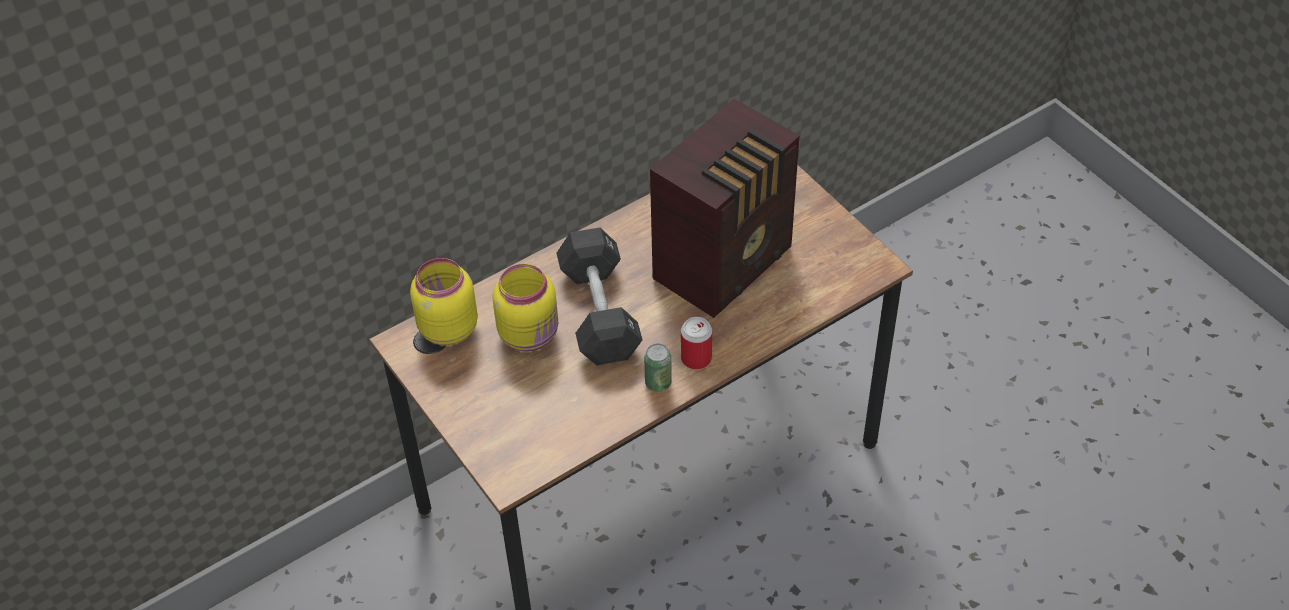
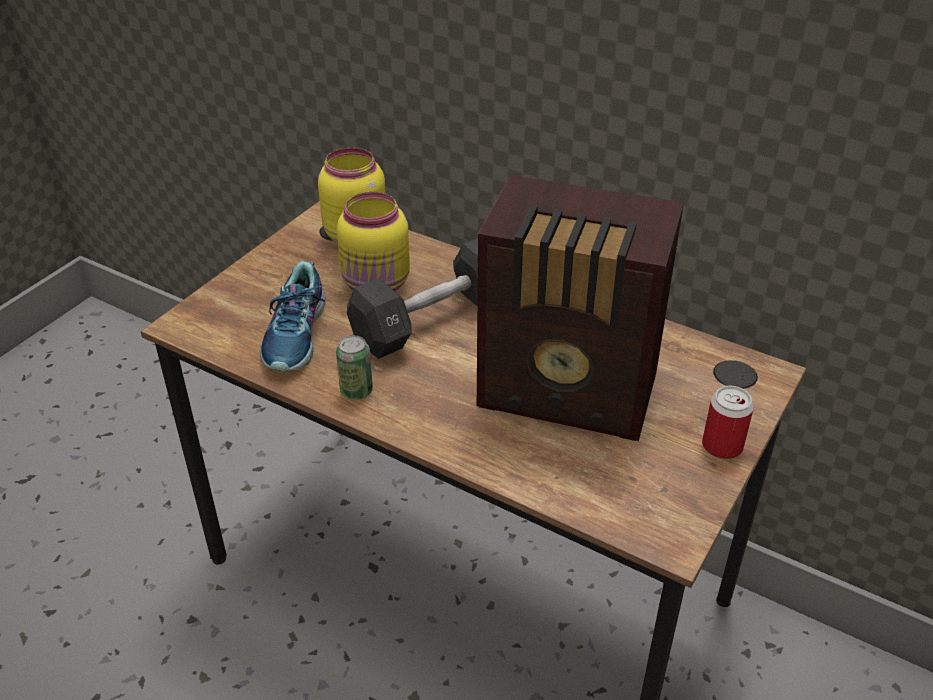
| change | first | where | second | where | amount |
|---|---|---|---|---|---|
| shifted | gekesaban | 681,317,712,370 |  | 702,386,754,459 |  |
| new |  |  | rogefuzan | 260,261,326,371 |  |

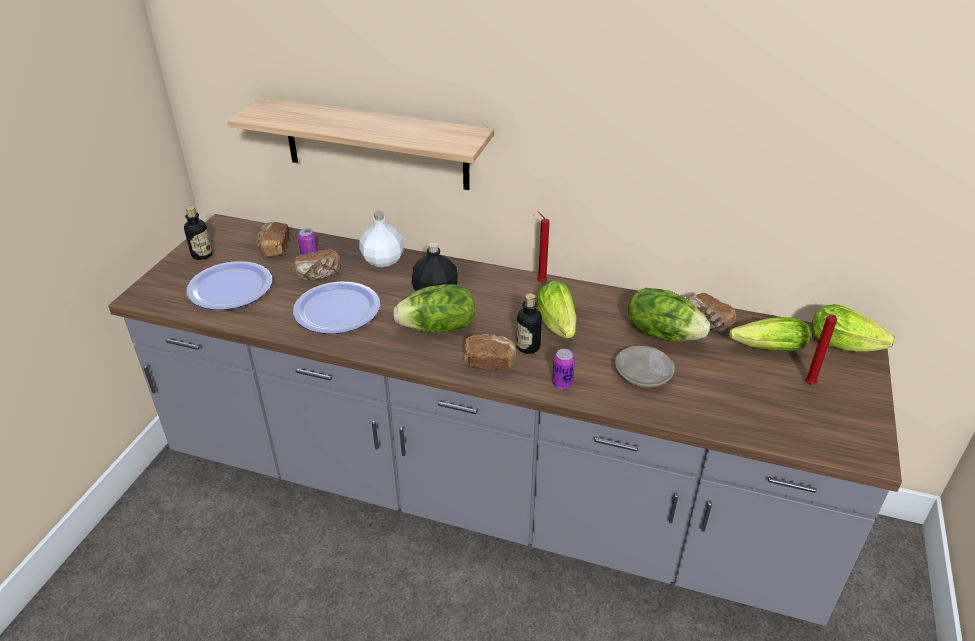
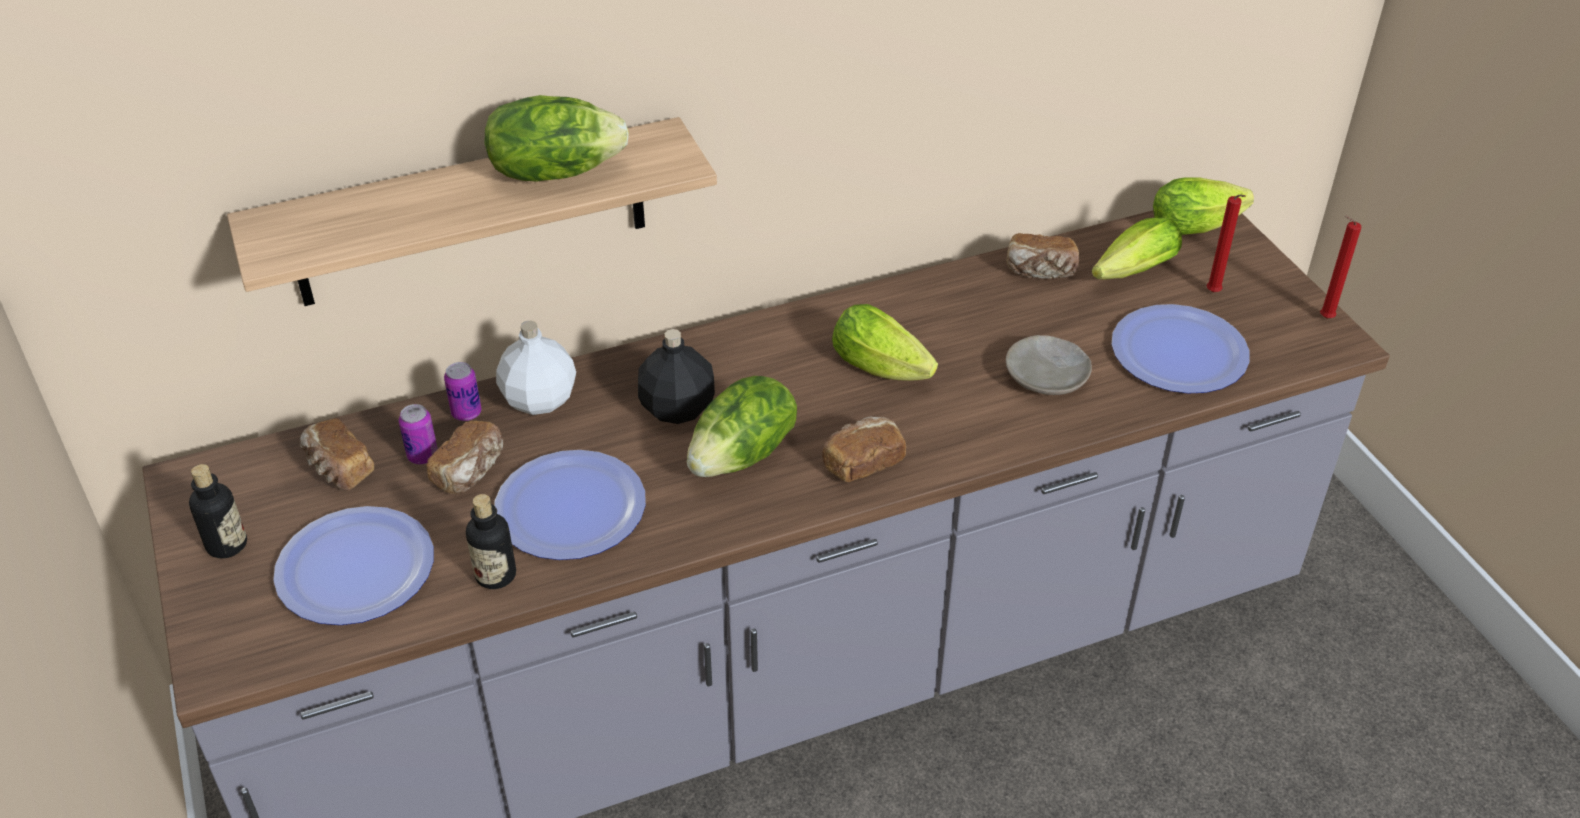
| change | first | where | second | where | amount |
|---|---|---|---|---|---|
| shifted | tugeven | 516,293,542,354 |  | 466,494,516,589 |  |
| shifted | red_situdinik | 537,211,550,282 |  | 1320,216,1361,318 |  |
| shifted | gekesaban | 552,349,575,389 |  | 444,362,481,421 |  |
| shifted | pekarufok | 628,288,710,341 |  | 484,95,629,181 |  |
| new |  |  | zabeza | 1111,304,1250,393 |  |

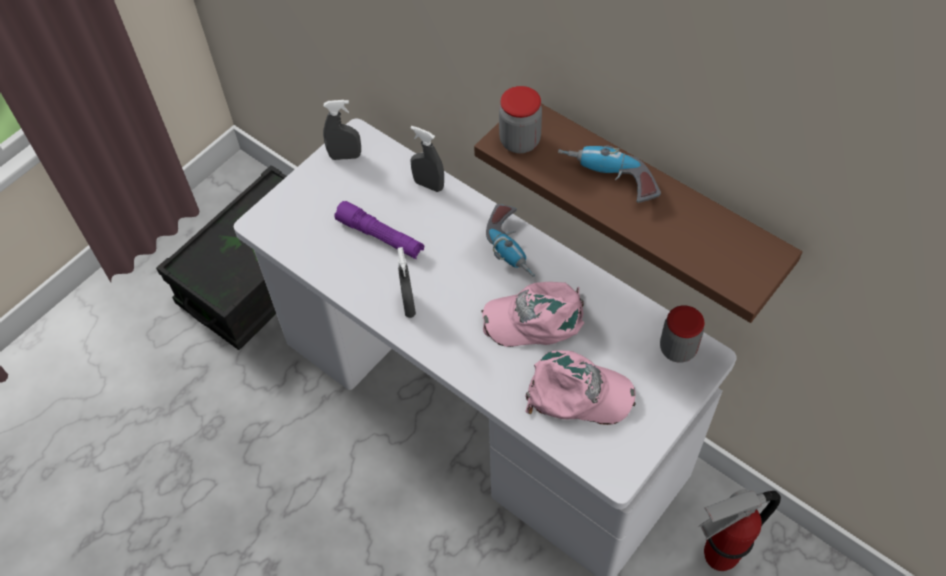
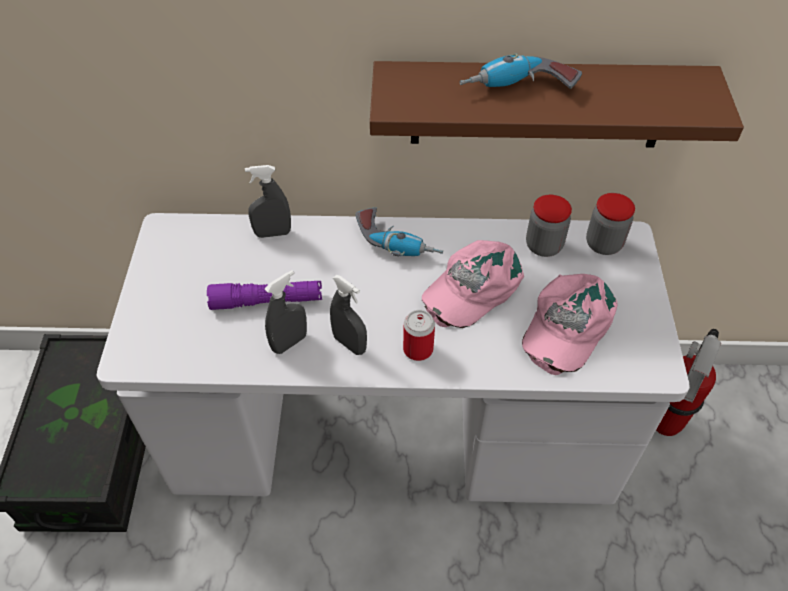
| change | first | where | second | where | amount |
|---|---|---|---|---|---|
| shifted | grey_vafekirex | 323,100,361,160 |  | 265,270,307,354 |  |
| shifted | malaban | 499,86,542,153 |  | 526,195,572,257 |  |
| rotated | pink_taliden | 525,350,636,425 |  | 522,274,618,375 | 150 degrees clockwise |
| new |  |  | gekesaban | 403,310,435,361 |  |

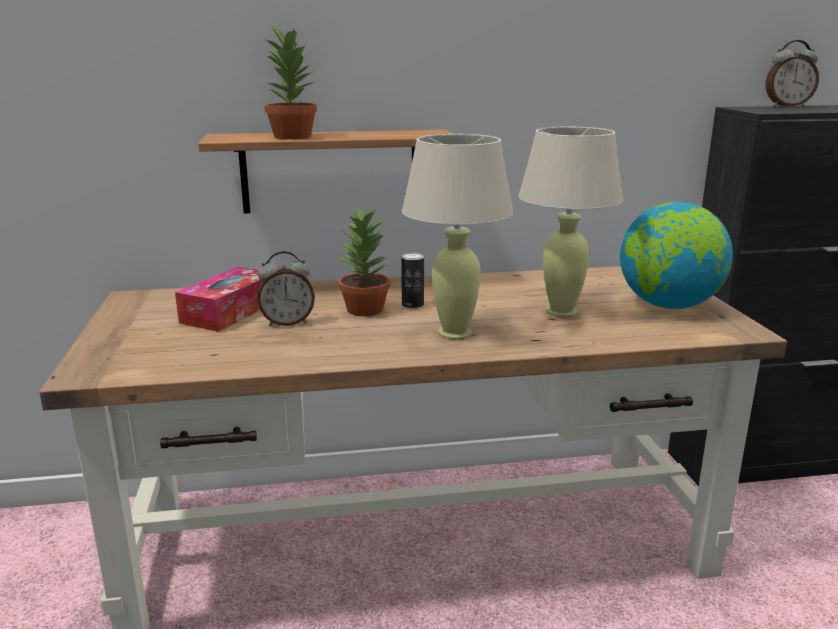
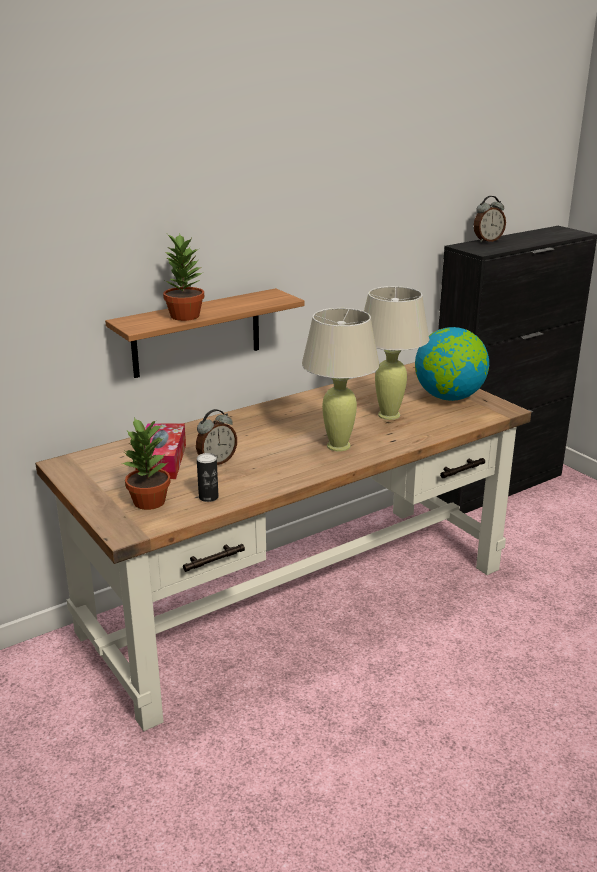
| change | first | where | second | where | amount |
|---|---|---|---|---|---|
| shifted | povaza | 338,207,390,316 |  | 122,418,170,510 |  |
| shifted | gekesaban | 401,252,424,308 |  | 197,453,218,502 |  |

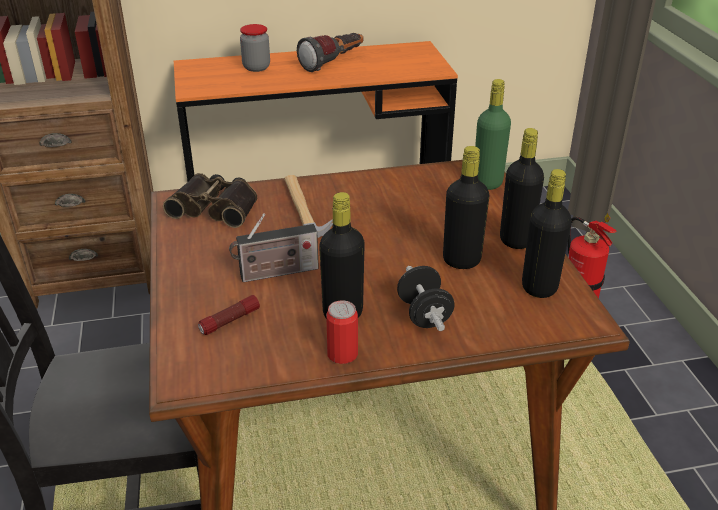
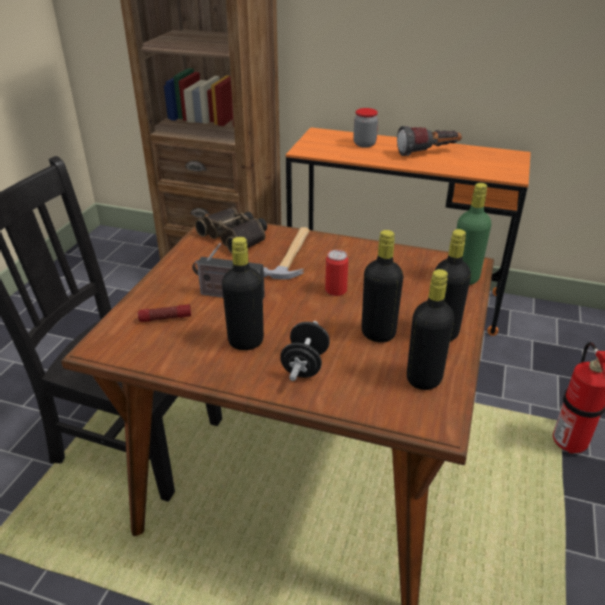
| change | first | where | second | where | amount |
|---|---|---|---|---|---|
| shifted | gekesaban | 326,300,358,364 |  | 325,250,348,296 |  |

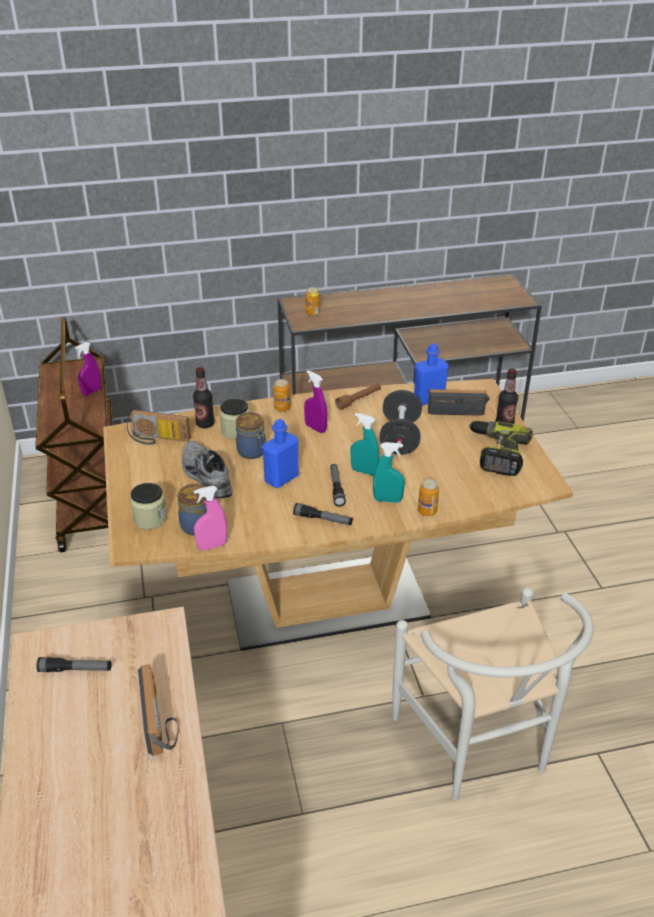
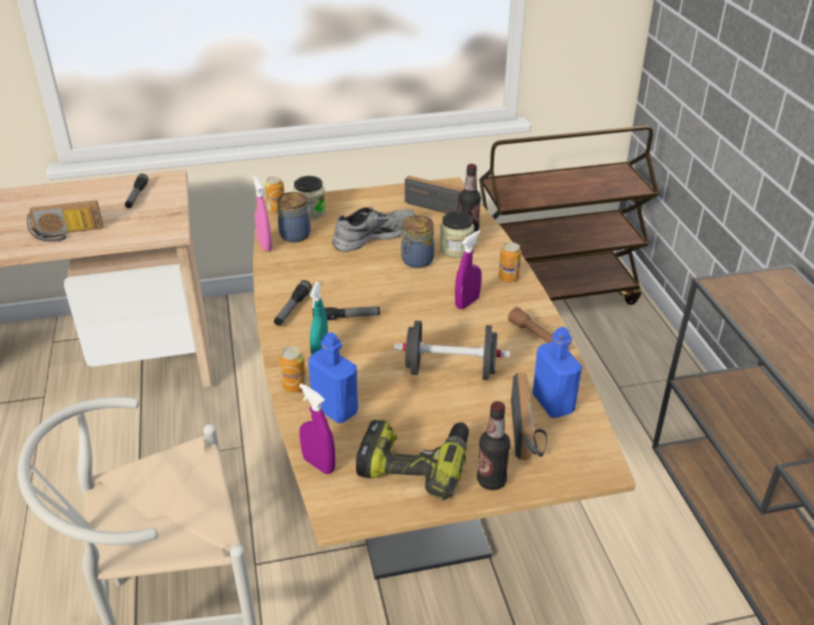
| change | first | where | second | where | amount |
|---|---|---|---|---|---|
| shifted | purple_vafekirex | 75,342,101,395 |  | 299,384,336,474 |  |
| rotated | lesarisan | 127,410,191,445 |  | 405,176,463,214 | 105 degrees clockwise |
| shifted | blue_tugeven | 262,419,299,488 |  | 308,332,358,423 |  |
| shifted | gekesaban | 306,287,320,316 |  | 265,176,285,213 |  |
| gone | turquoise_vafekirex | 350,413,379,476 |  |  |  |

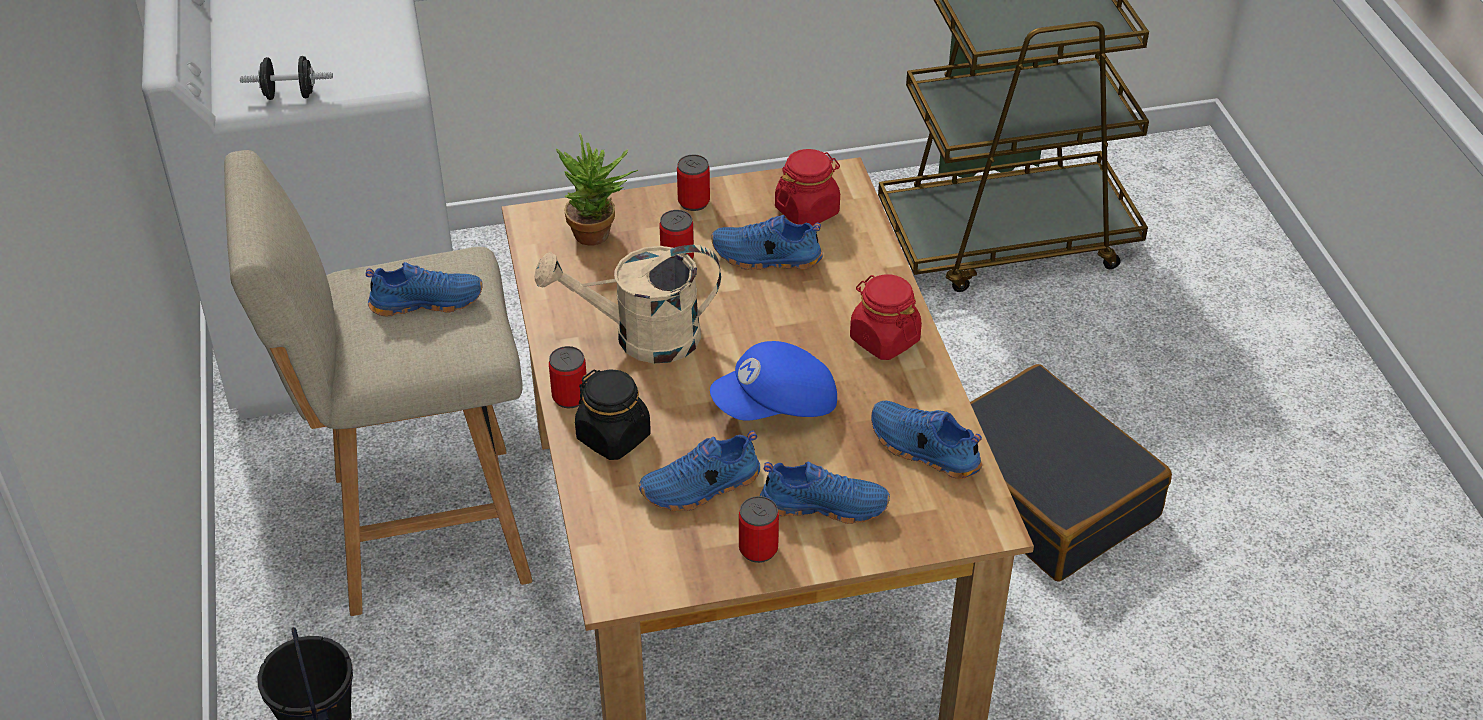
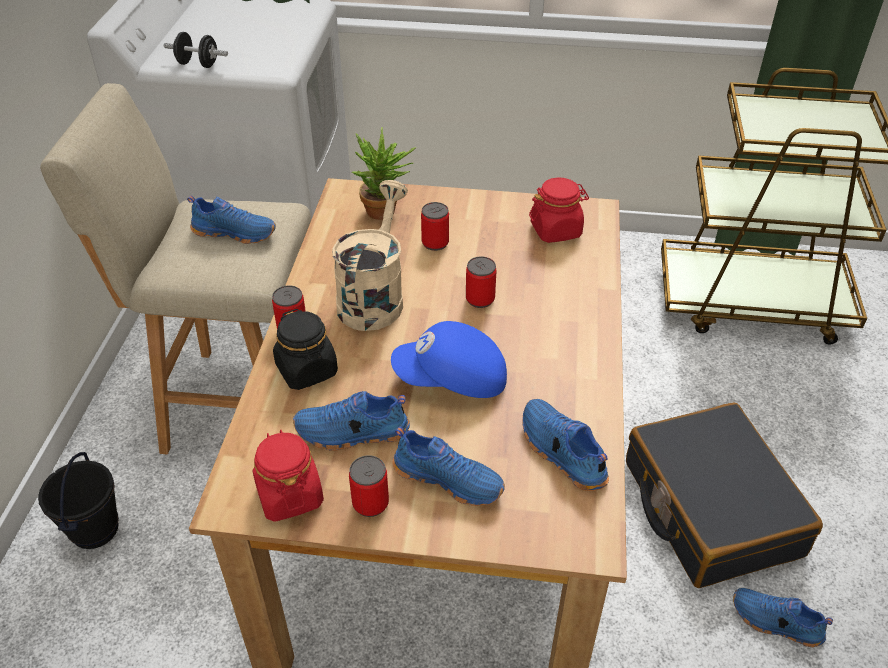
| change | first | where | second | where | amount |
|---|---|---|---|---|---|
| rotated | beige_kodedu | 535,245,721,363 |  | 332,180,408,331 | 90 degrees clockwise |
| shifted | gekesaban | 677,154,710,211 |  | 466,256,497,308 |  |
| shifted | blue_rogefuzan | 711,215,823,270 |  | 733,588,833,647 |  |
| shifted | red_malaban | 850,275,922,360 |  | 252,429,324,522 |  |

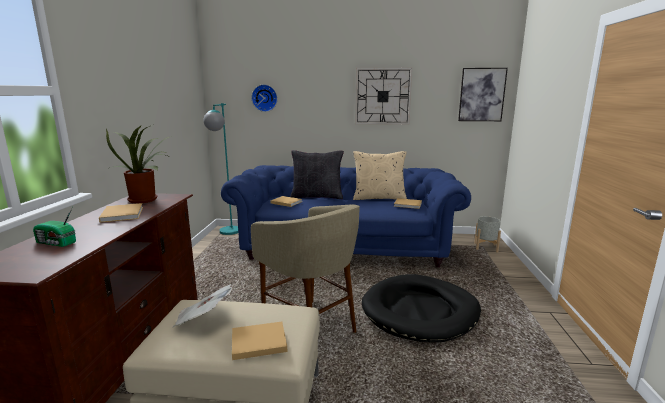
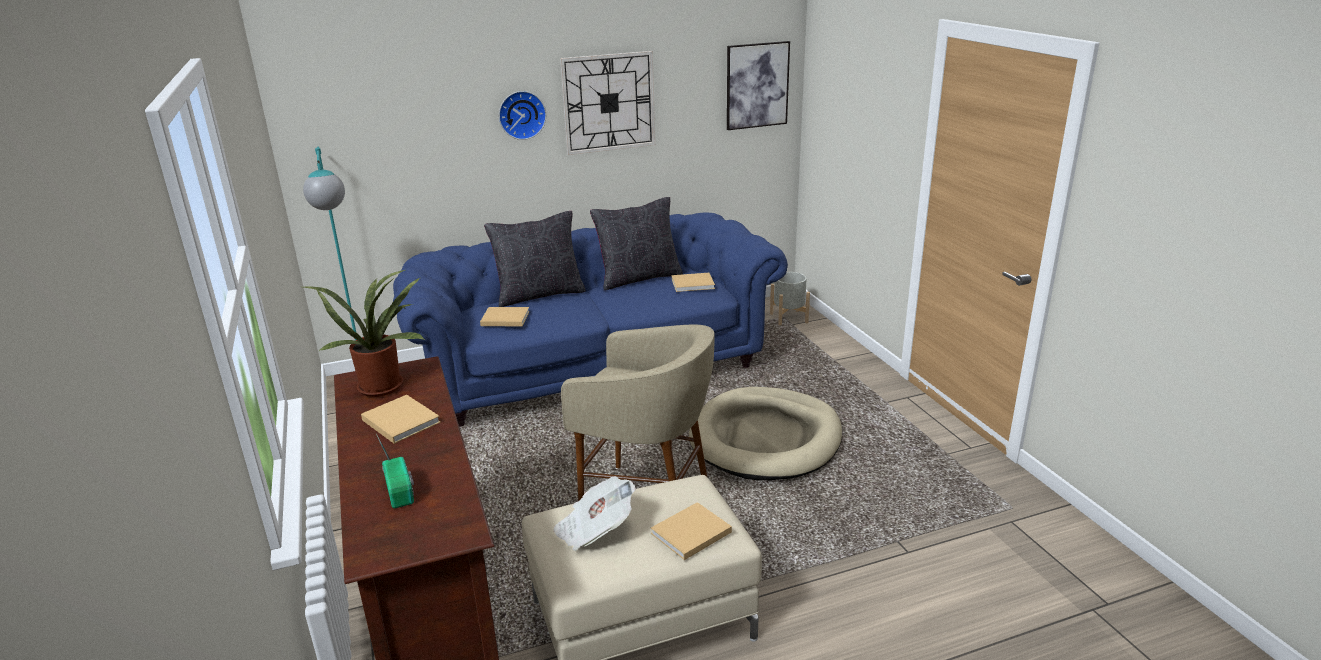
| change | first | where | second | where | amount |
|---|---|---|---|---|---|
| rotated | lesarisan | 33,208,76,247 |  | 376,434,414,508 | 105 degrees counterclockwise |
| shifted | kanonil | 251,84,278,112 |  | 499,91,546,140 |  |
| repainted | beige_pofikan | 353,151,407,200 | black_pofikan | 590,197,683,290 |  |
| repainted | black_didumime | 362,274,481,342 | beige_didumime | 689,387,842,480 |  |

